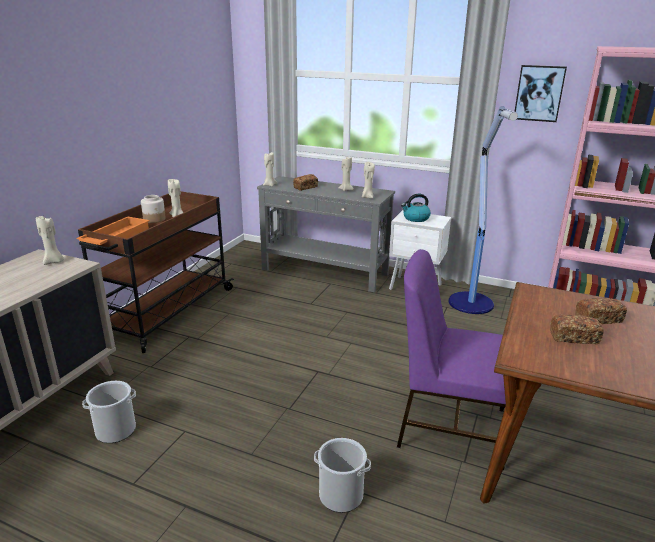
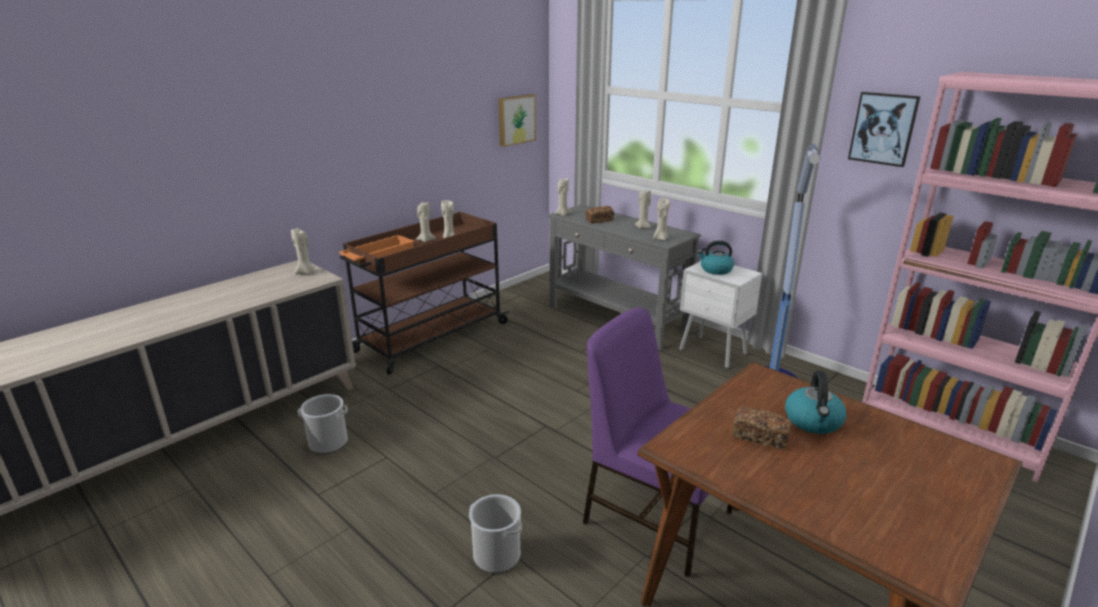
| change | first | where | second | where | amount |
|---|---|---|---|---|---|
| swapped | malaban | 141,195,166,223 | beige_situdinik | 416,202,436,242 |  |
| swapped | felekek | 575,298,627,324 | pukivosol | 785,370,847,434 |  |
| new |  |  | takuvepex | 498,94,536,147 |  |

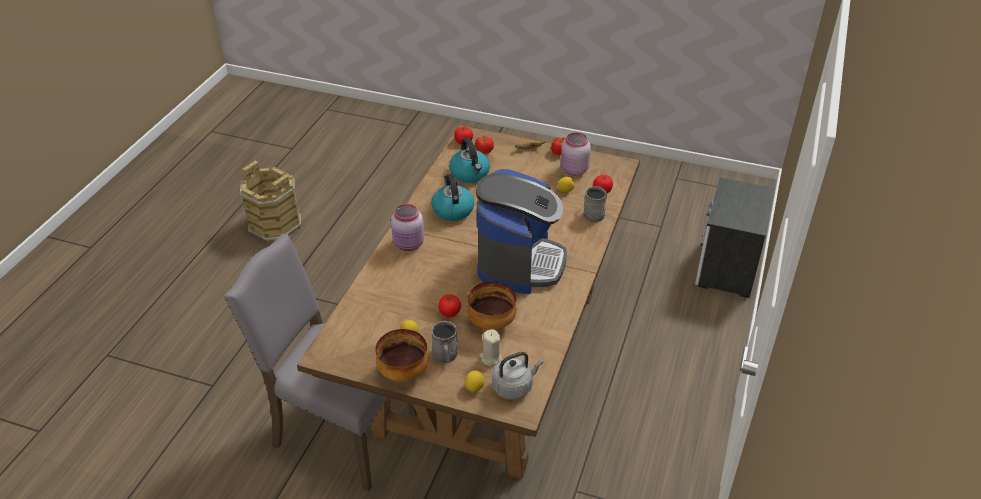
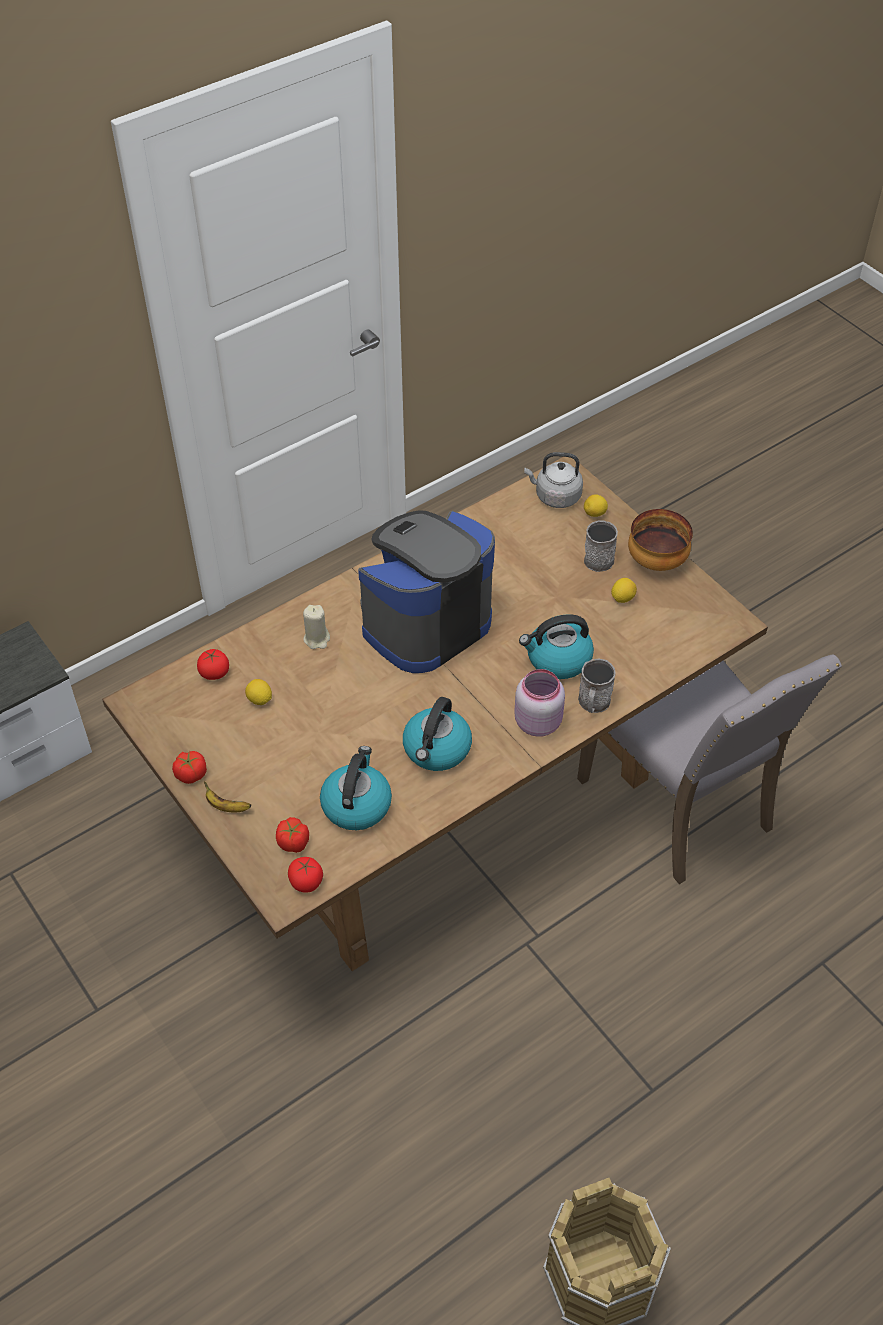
| change | first | where | second | where | amount |
|---|---|---|---|---|---|
| gone | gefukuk | 438,294,461,317 |  |  |  |
| gone | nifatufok | 467,282,517,330 |  |  |  |
| shifted | beige_situdinik | 480,329,502,366 |  | 303,605,330,649 |  |
| gone | pink_malaban | 561,132,591,176 |  |  |  |
| shifted | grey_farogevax | 583,186,607,223 |  | 578,658,616,713 |  |
| new |  |  | pukivosol | 519,614,594,679 |  |

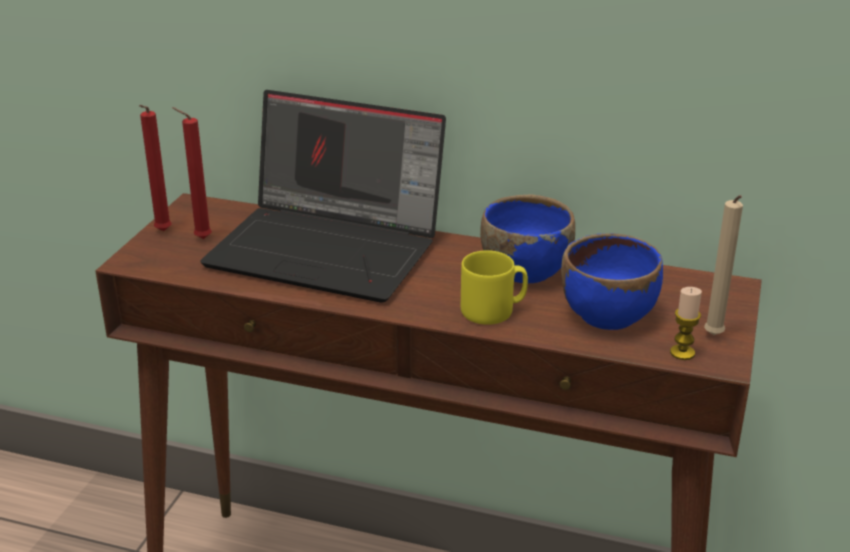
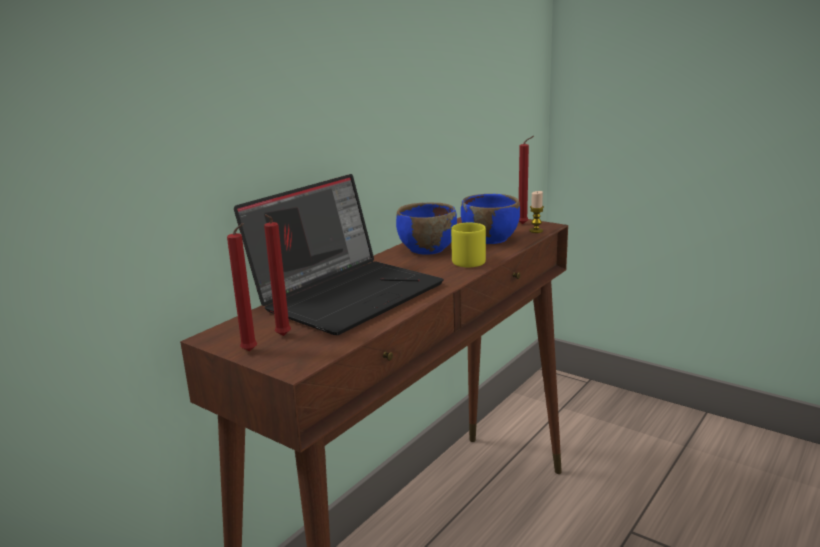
| change | first | where | second | where | amount |
|---|---|---|---|---|---|
| repainted | beige_situdinik | 704,195,743,335 | red_situdinik | 519,136,534,224 |  |

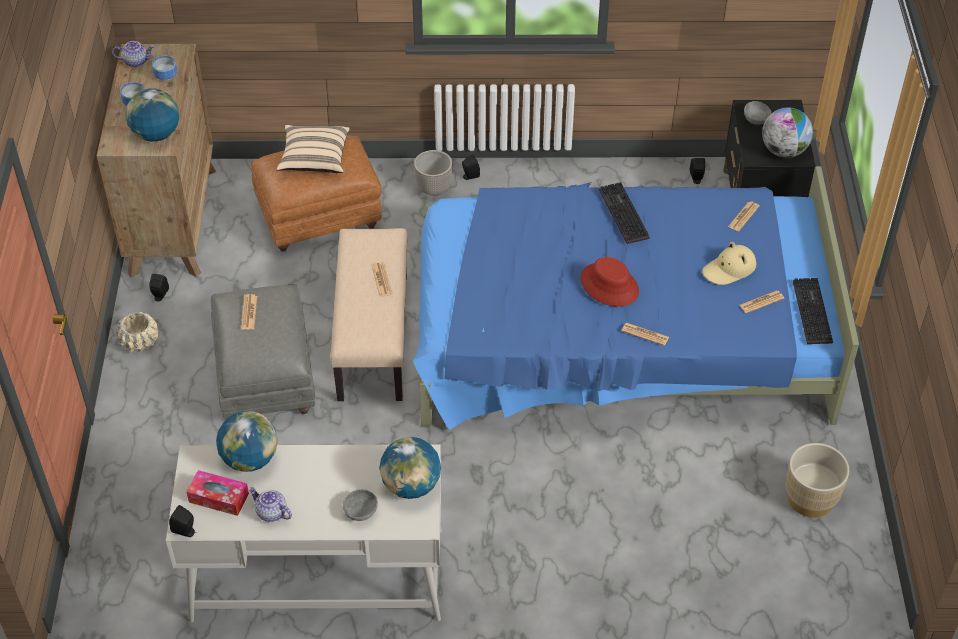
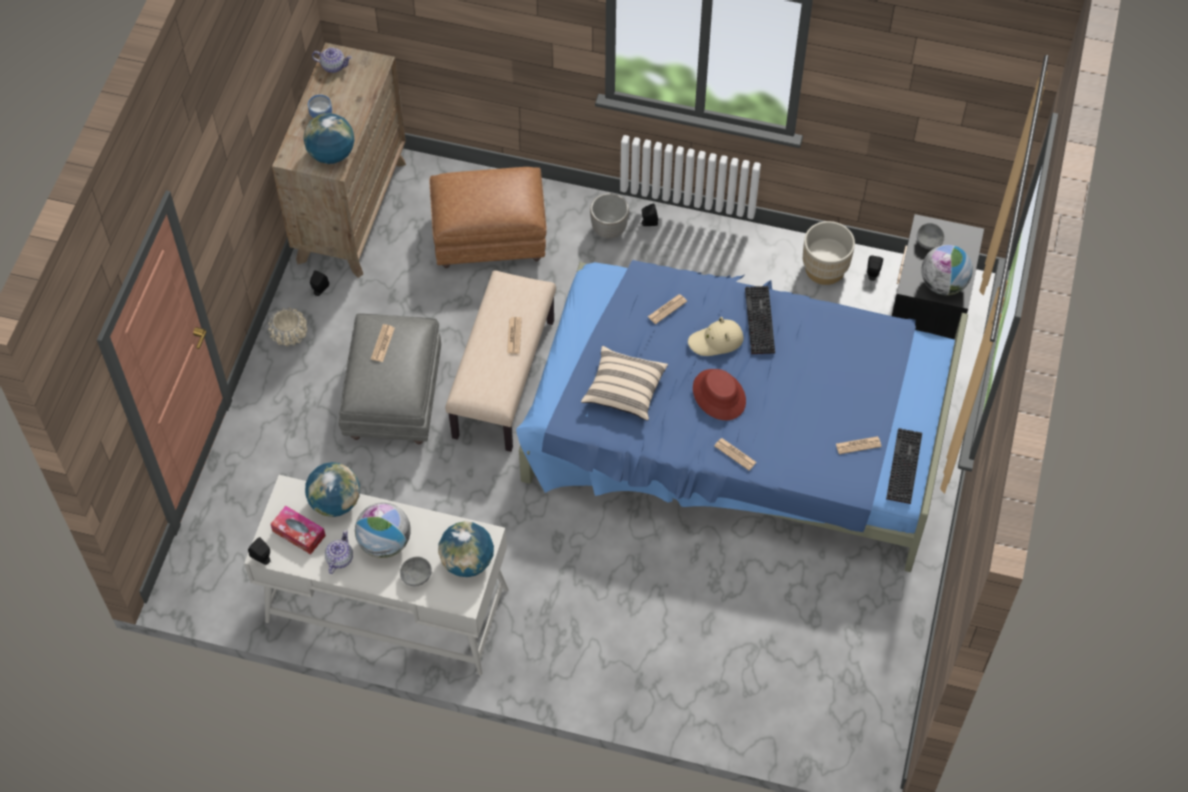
| change | first | where | second | where | amount |
|---|---|---|---|---|---|
| gone | nifatufok | 152,56,177,81 |  |  |  |
| rotated | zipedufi | 248,487,292,522 |  | 325,530,353,574 | 60 degrees clockwise |
| shifted | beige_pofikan | 276,125,350,173 |  | 581,346,668,421 |  |
| shifted | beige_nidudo | 702,242,756,285 |  | 688,317,743,356 |  |
| shifted | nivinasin | 728,201,760,231 |  | 648,294,687,324 |  |
| shifted | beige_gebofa | 786,443,849,518 |  | 803,221,855,285 |  |
| new |  |  | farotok | 355,502,411,558 |  |

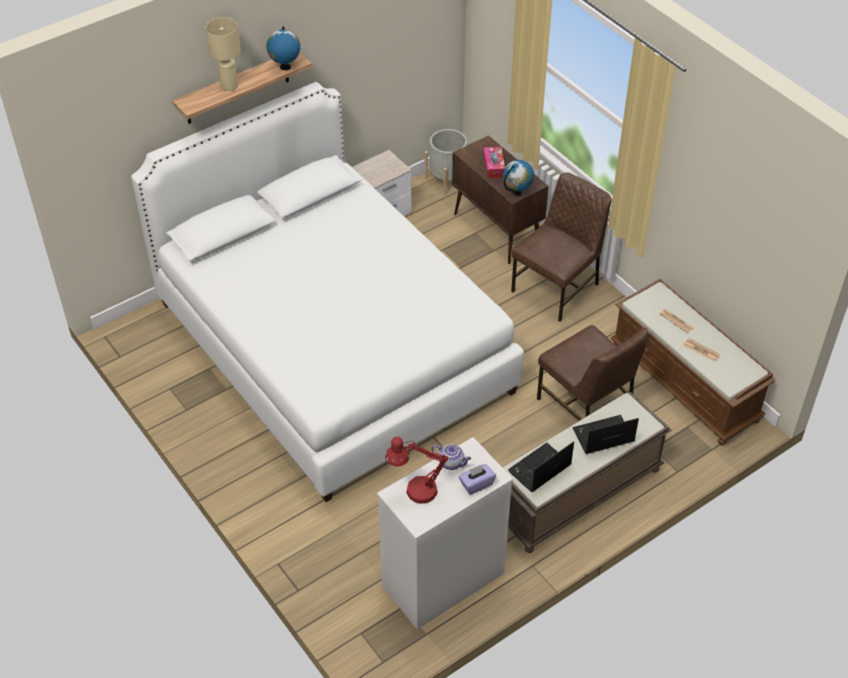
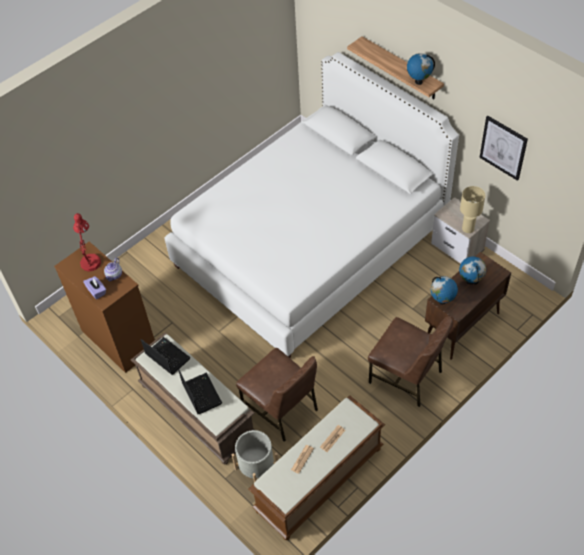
| change | first | where | second | where | amount |
|---|---|---|---|---|---|
| shifted | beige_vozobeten | 206,17,241,91 |  | 460,186,485,233 |  |
| repainted | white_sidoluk | 377,437,513,629 | brown_sidoluk | 54,241,155,373 |  |
| shifted | grey_gebofa | 425,129,467,195 |  | 232,430,278,483 |  |
| swapped | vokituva | 483,147,505,179 | farotok | 459,256,486,285 |  |
| rotated | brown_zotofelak | 537,325,649,421 |  | 236,348,318,442 | 90 degrees counterclockwise |
| new |  |  | takuvepex | 480,116,528,181 |  |

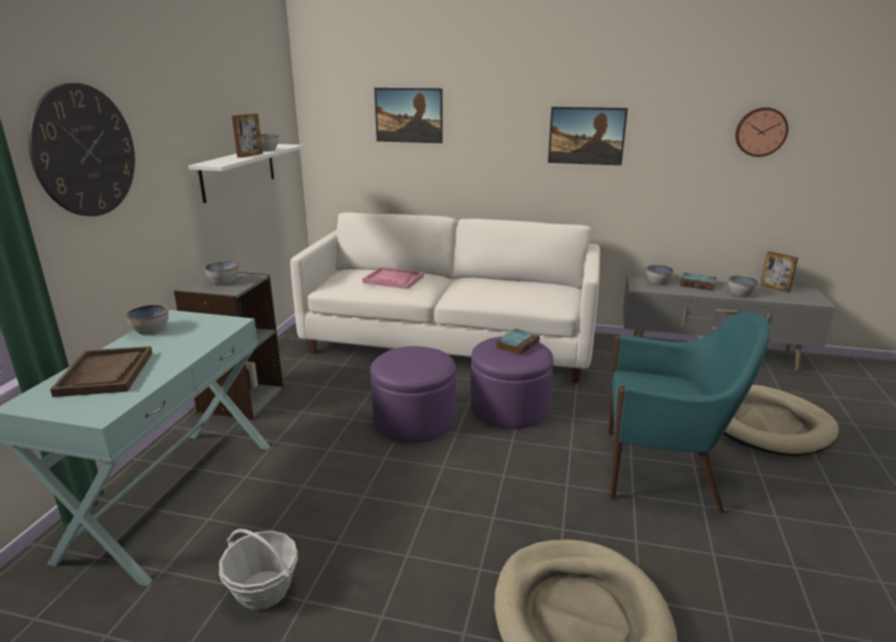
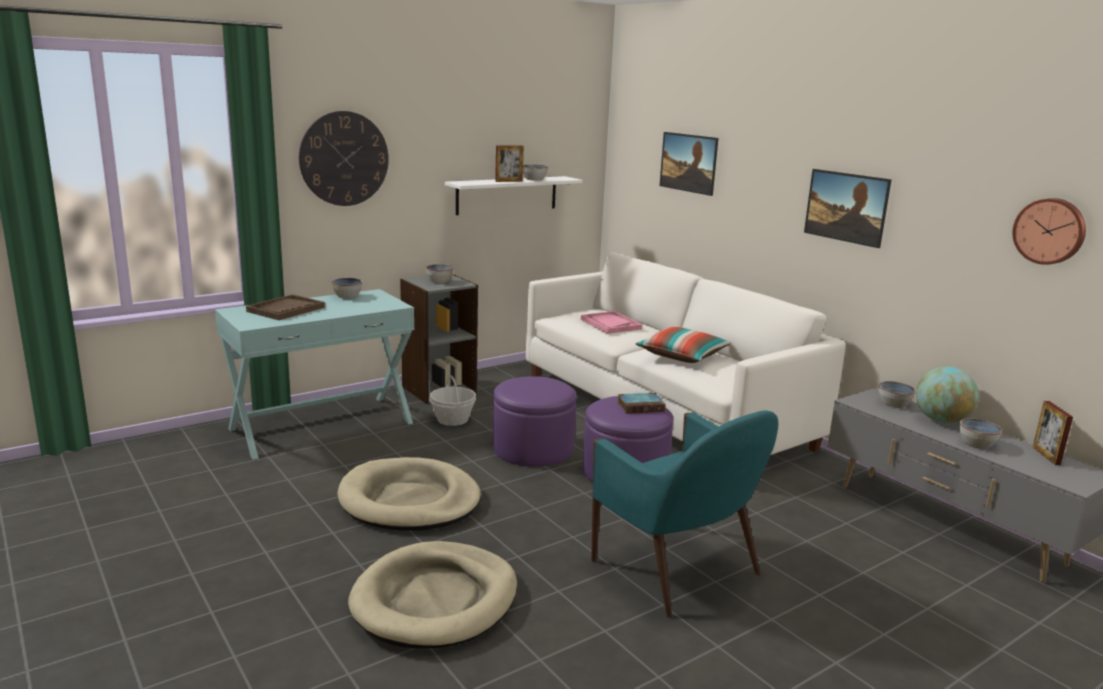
| change | first | where | second | where | amount |
|---|---|---|---|---|---|
| shifted | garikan | 219,529,298,610 |  | 429,375,476,426 |  |
| swapped | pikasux | 679,273,717,291 | farotok | 916,366,979,424 |  |
| shifted | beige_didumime | 723,385,839,456 |  | 337,457,481,531 |  |
| new |  |  | pofikan | 636,327,731,363 |  |

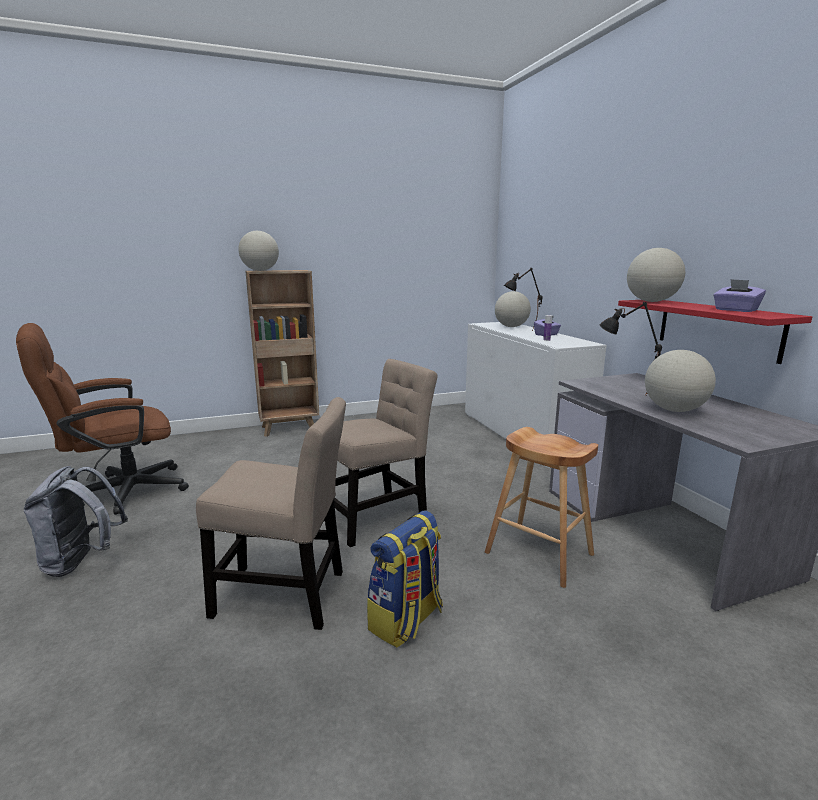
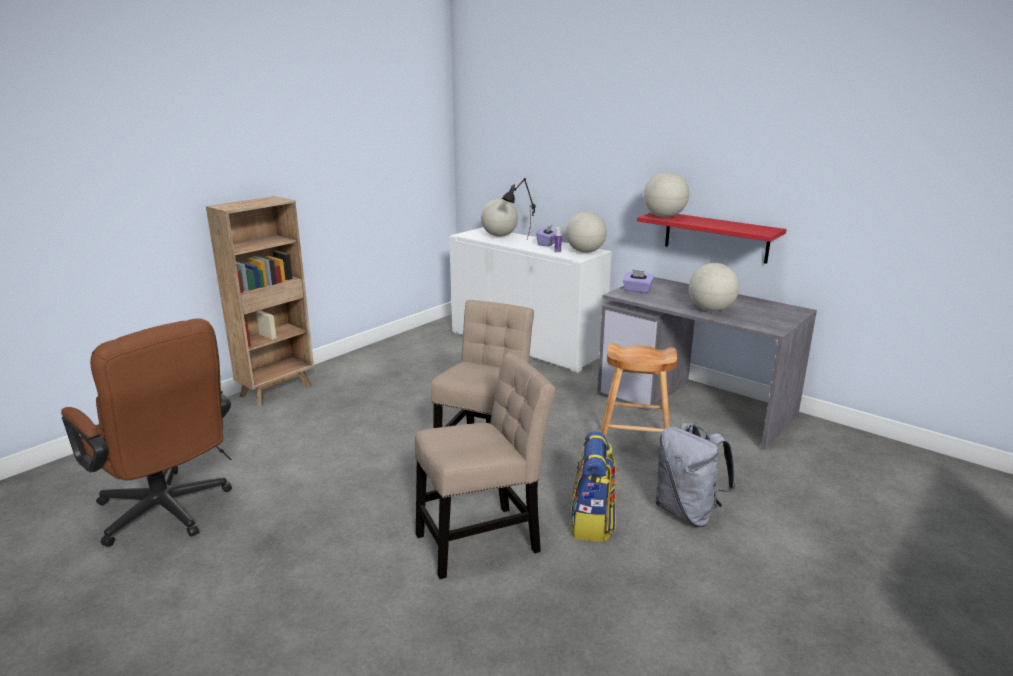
| change | first | where | second | where | amount |
|---|---|---|---|---|---|
| rotated | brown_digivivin | 16,323,189,515 |  | 61,318,232,547 | 75 degrees counterclockwise |
| shifted | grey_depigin | 23,466,128,577 |  | 656,423,736,527 |  |
| shifted | farotok | 238,231,279,271 |  | 566,212,607,253 |  |
| gone | black_vozobeten | 599,302,662,395 |  |  |  |
| shifted | purple_vokituva | 713,279,766,312 |  | 623,269,654,293 |  |

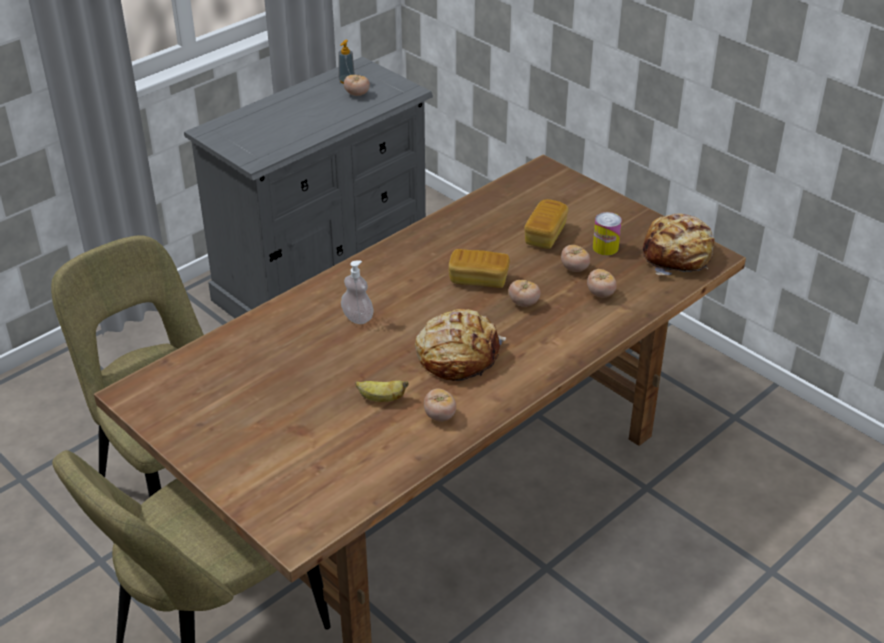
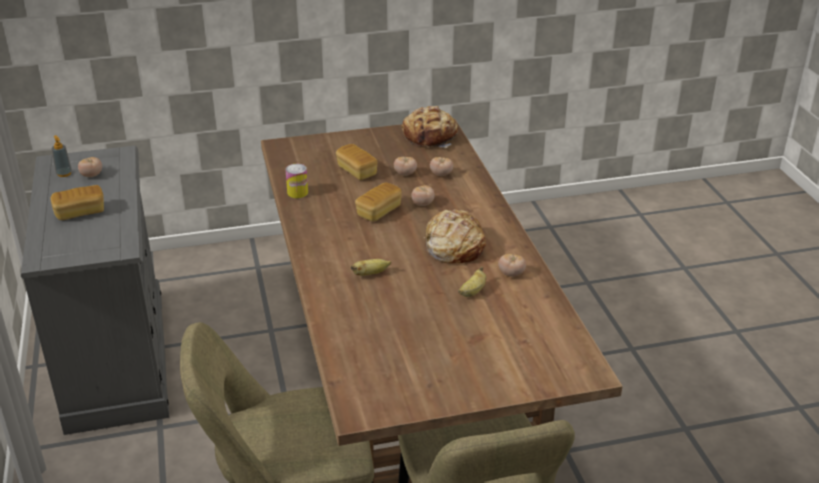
| change | first | where | second | where | amount |
|---|---|---|---|---|---|
| swapped | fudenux | 341,260,374,324 | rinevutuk | 351,259,391,276 |  |
| shifted | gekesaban | 593,212,622,255 |  | 285,164,308,198 |  |
| new |  |  | felekek | 51,185,104,220 |  |

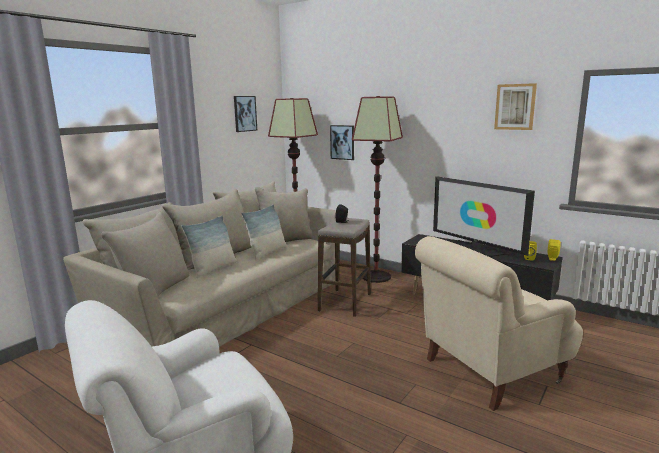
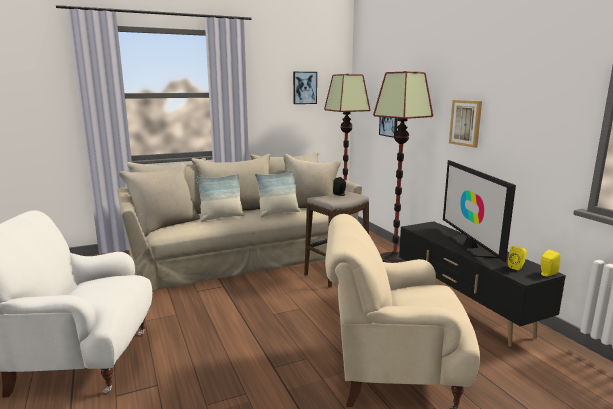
| change | first | where | second | where | amount |
|---|---|---|---|---|---|
| shifted | takuvepex | 494,83,537,130 |  | 449,100,482,148 |  |

